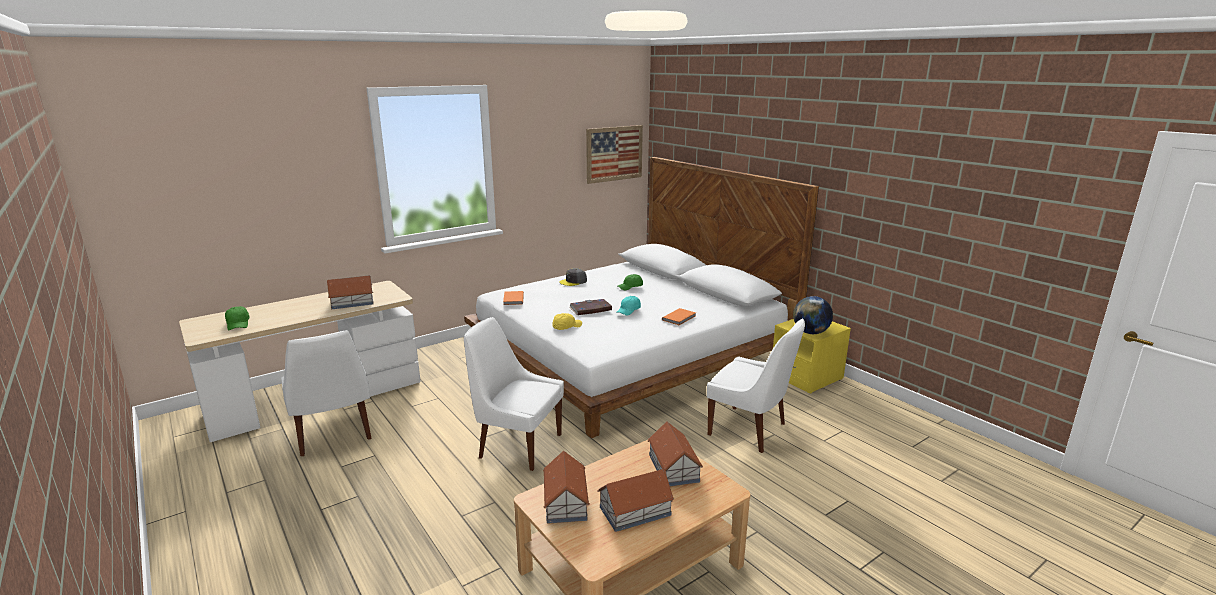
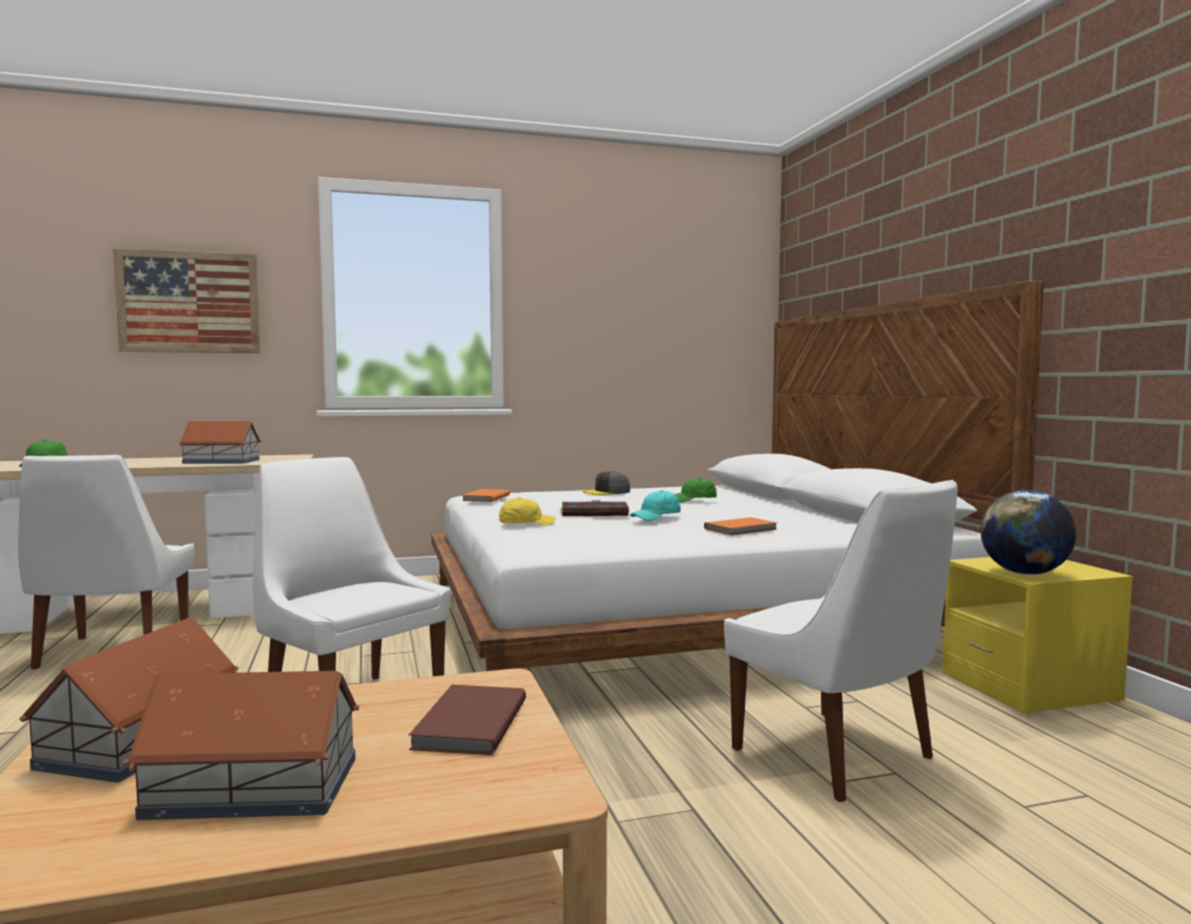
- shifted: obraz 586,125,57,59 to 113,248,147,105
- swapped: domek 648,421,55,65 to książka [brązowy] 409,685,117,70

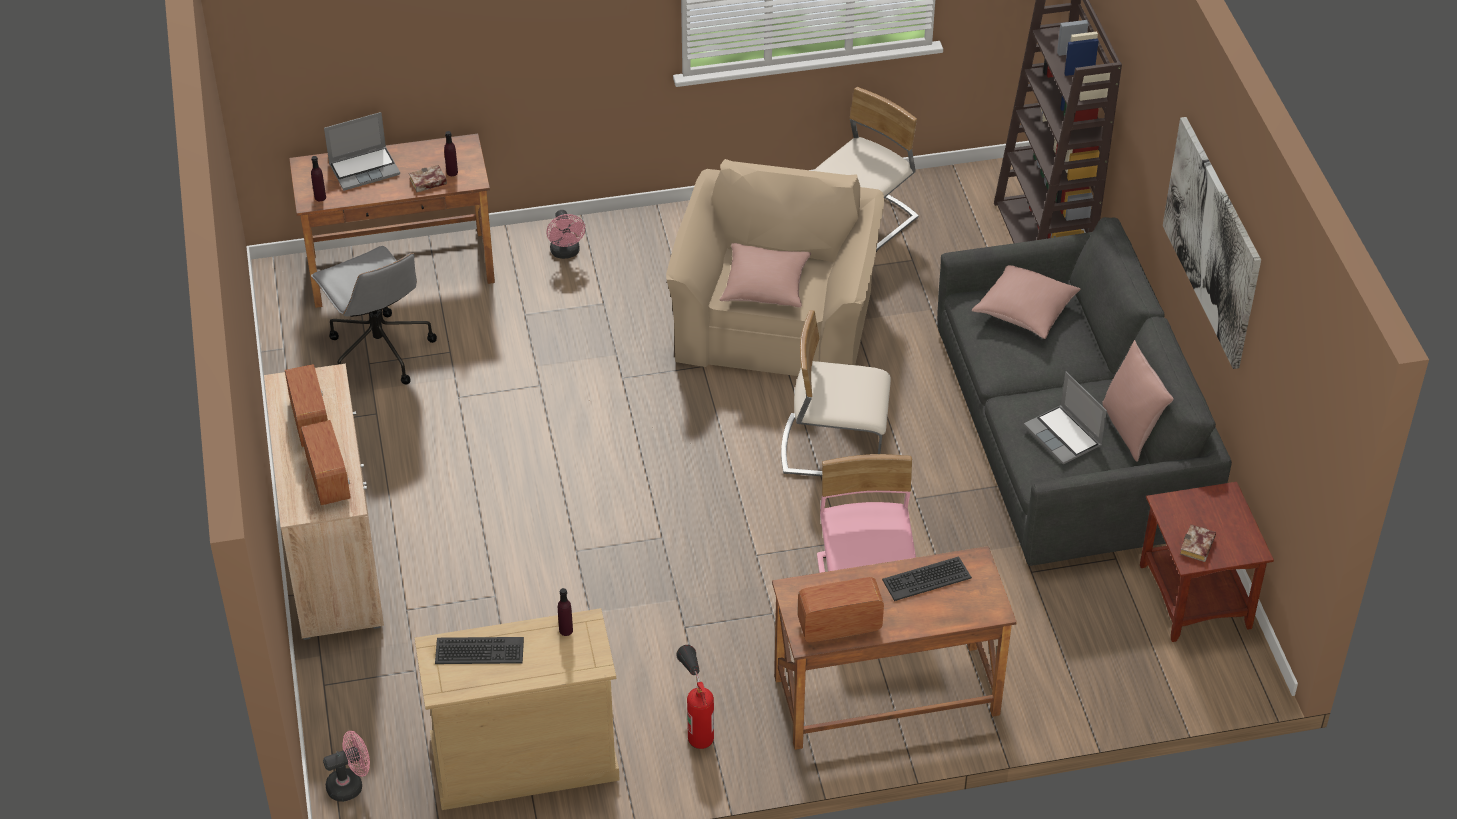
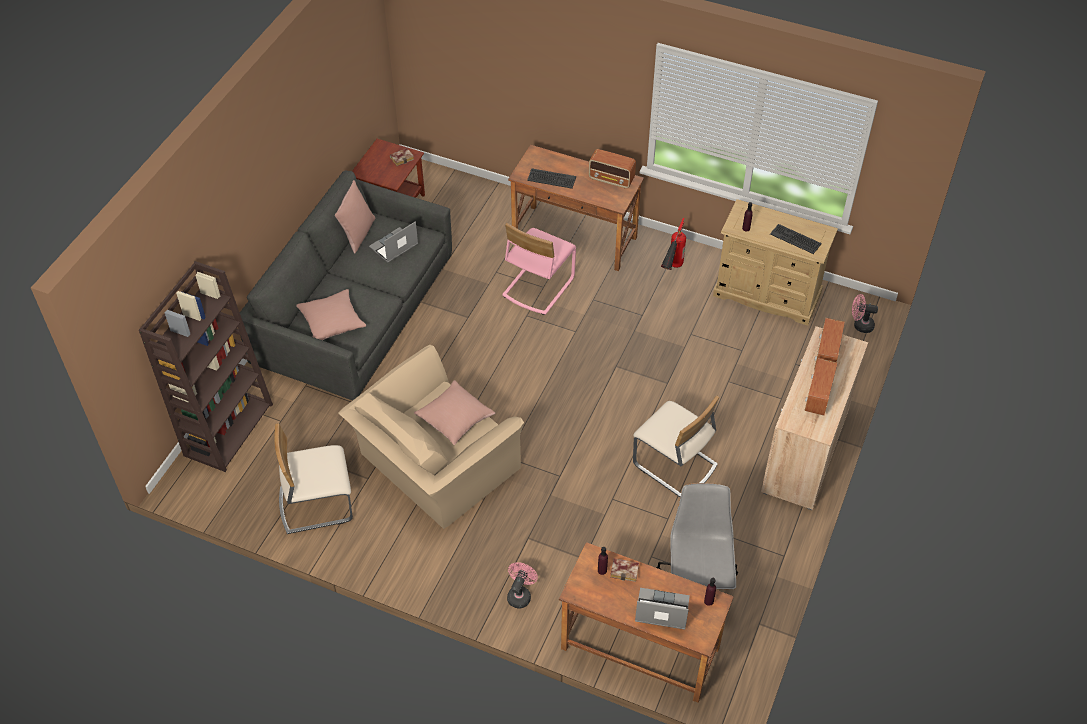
- gone: obraz 1163,117,98,252
- shifted: krzesło [beżowy] 781,310,110,166 to 633,395,86,102
- rotated: laptop 1024,372,83,92 = 369,221,49,42 135 degrees counterclockwise

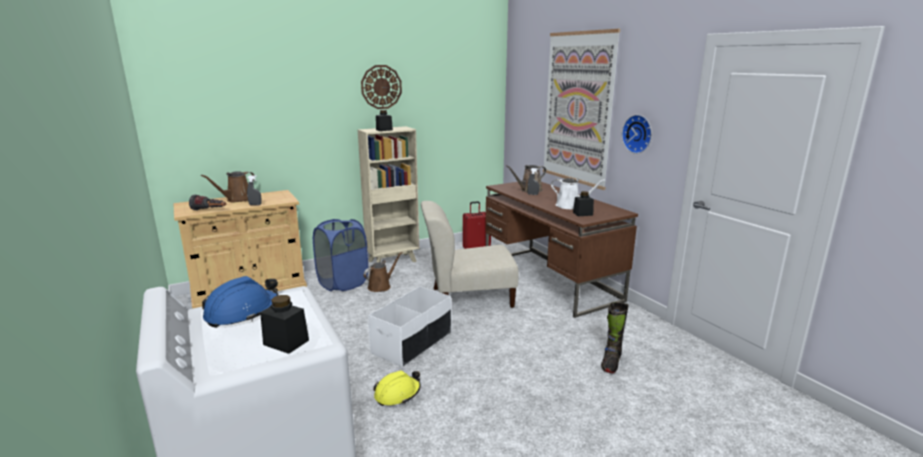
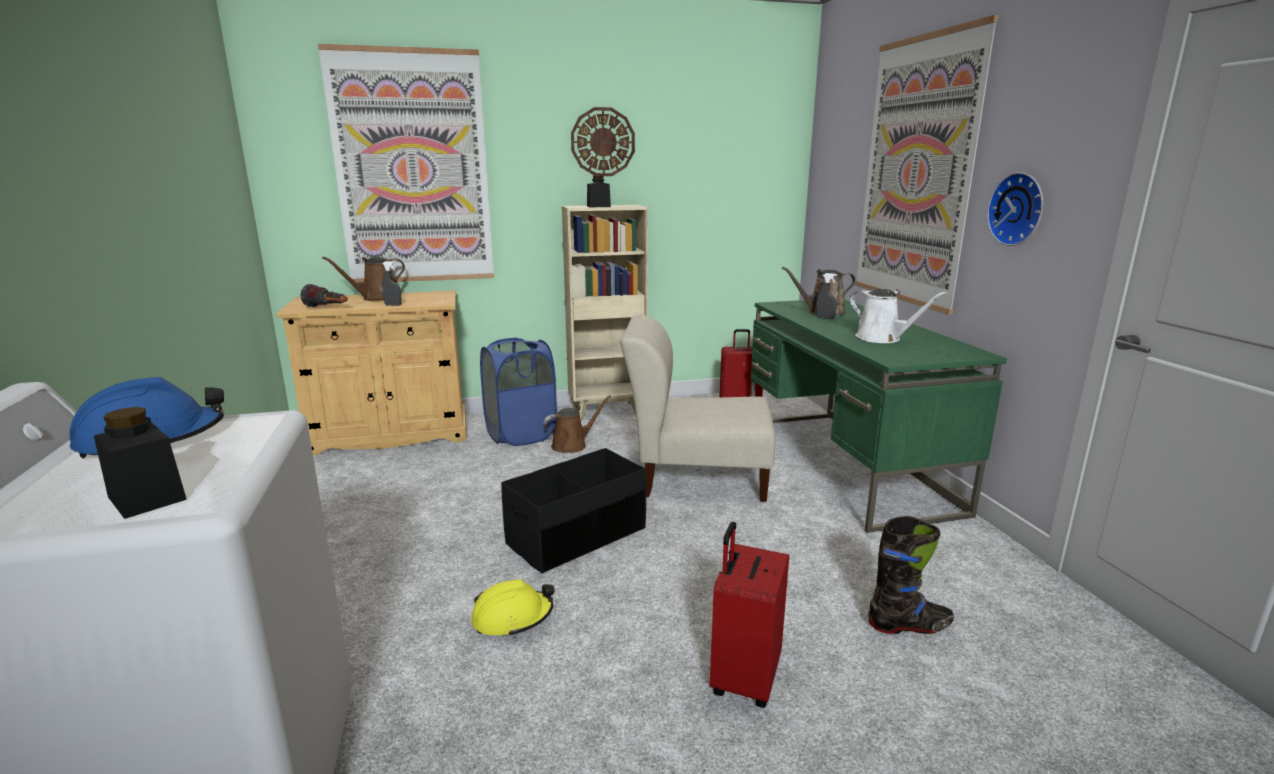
- repainted: biurko [brązowy] 485,182,153,136 to biurko [zielony] 750,299,257,234
- gone: słoik [czarny] 573,191,21,25
- repainted: pojemnik do przechowywania [biały] 368,286,84,81 to pojemnik do przechowywania [czarny] 501,448,145,125
- rotated: but z cholewką [czarny] 601,302,28,71 = 868,516,86,118 135 degrees counterclockwise
- new: obraz 318,44,176,238
- new: walizka [czerwony] 710,522,79,186

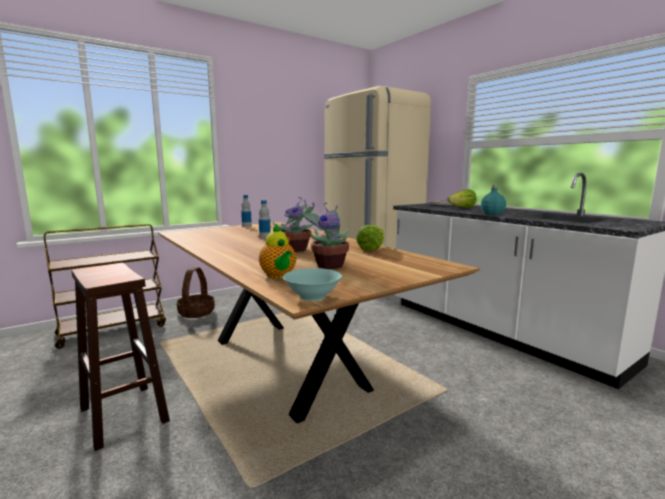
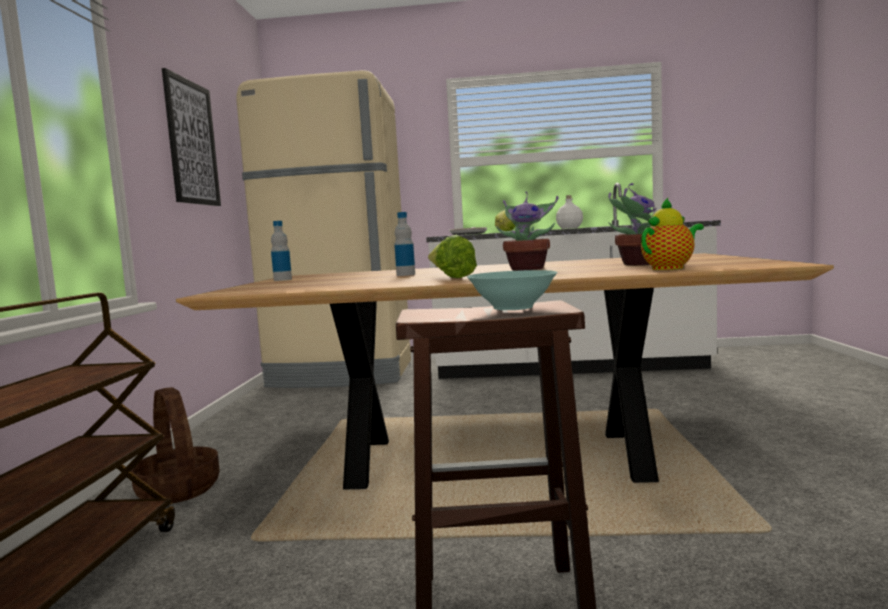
- repainted: butelka [turkusowy] 481,185,25,30 to butelka [biały] 556,195,27,34
- rotated: imbryk 259,223,37,56 = 641,198,63,72 45 degrees counterclockwise
- shifted: sałata 356,225,28,26 to 428,235,49,43
- shifted: miska [turkusowy] 283,268,59,33 to 467,270,91,40
- new: obraz 162,68,59,138

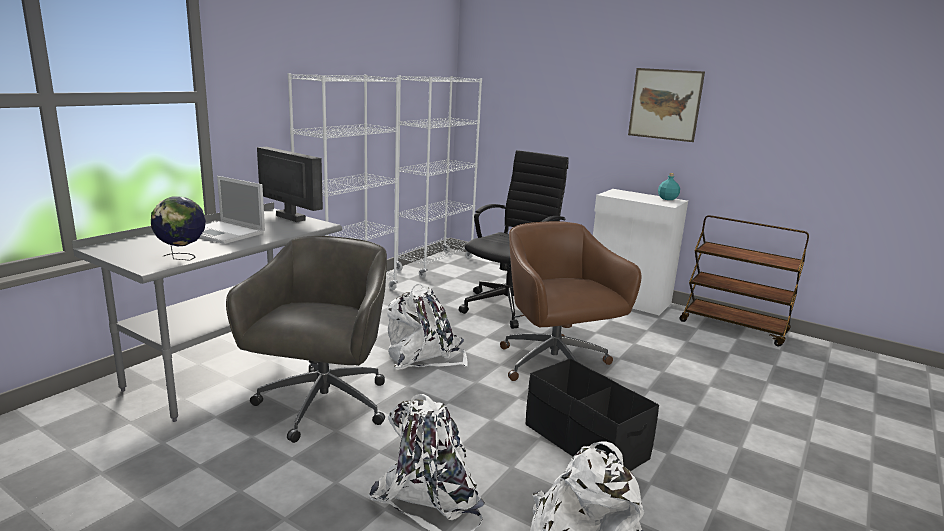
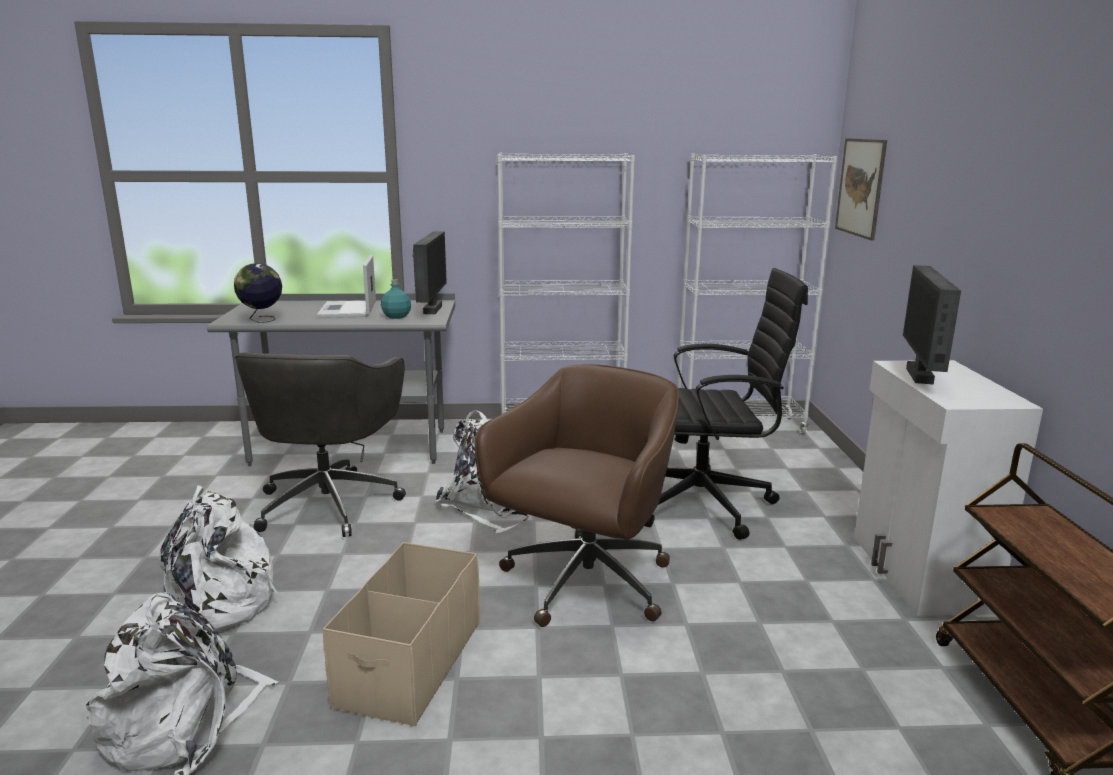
- shifted: obraz 628,68,77,74 to 835,138,52,102
- shifted: butelka [turkusowy] 658,173,22,27 to 381,279,30,40
- rotated: krzesło biurowe [szary] 226,236,161,207 = 235,352,171,185 120 degrees clockwise
- repainted: pojemnik do przechowywania [czarny] 525,358,134,113 to pojemnik do przechowywania [beżowy] 323,542,157,184
- new: monitor 903,265,58,119

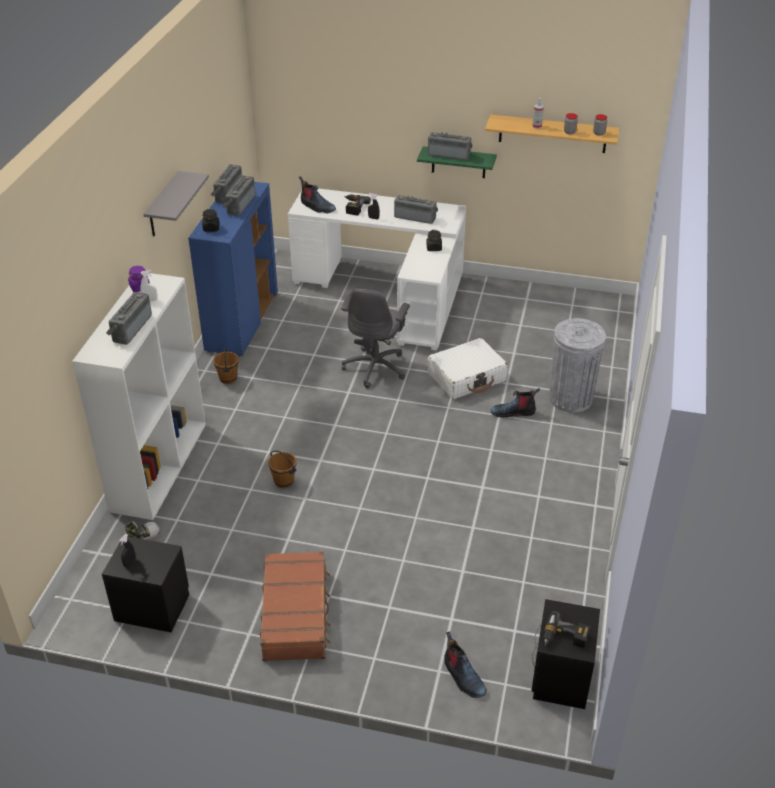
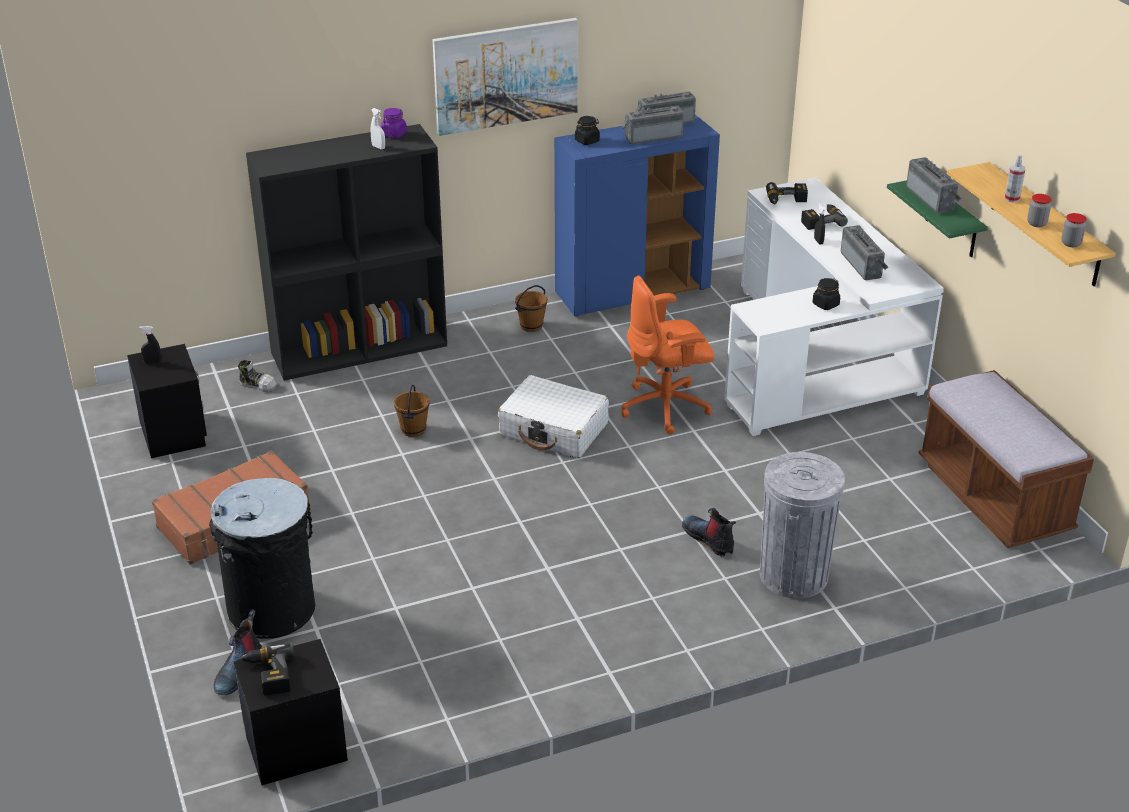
- swapped: półka [szary] 143,171,66,66 to obraz 433,18,145,118
- swapped: but z cholewką 299,176,37,38 to wiertarka 766,182,42,22
- repainted: regał [biały] 72,273,134,247 to regał [czarny] 246,124,201,257
- repainted: krzesło biurowe [szary] 341,289,69,100 to krzesło biurowe [pomarańczowy] 621,276,93,159
- gone: radio 106,292,46,53
- shifted: walizka [biały] 428,338,80,61 to 498,375,111,83
- new: ławka [brązowy] 919,370,175,178
- new: kosz na śmieci [czarny] 209,478,106,161

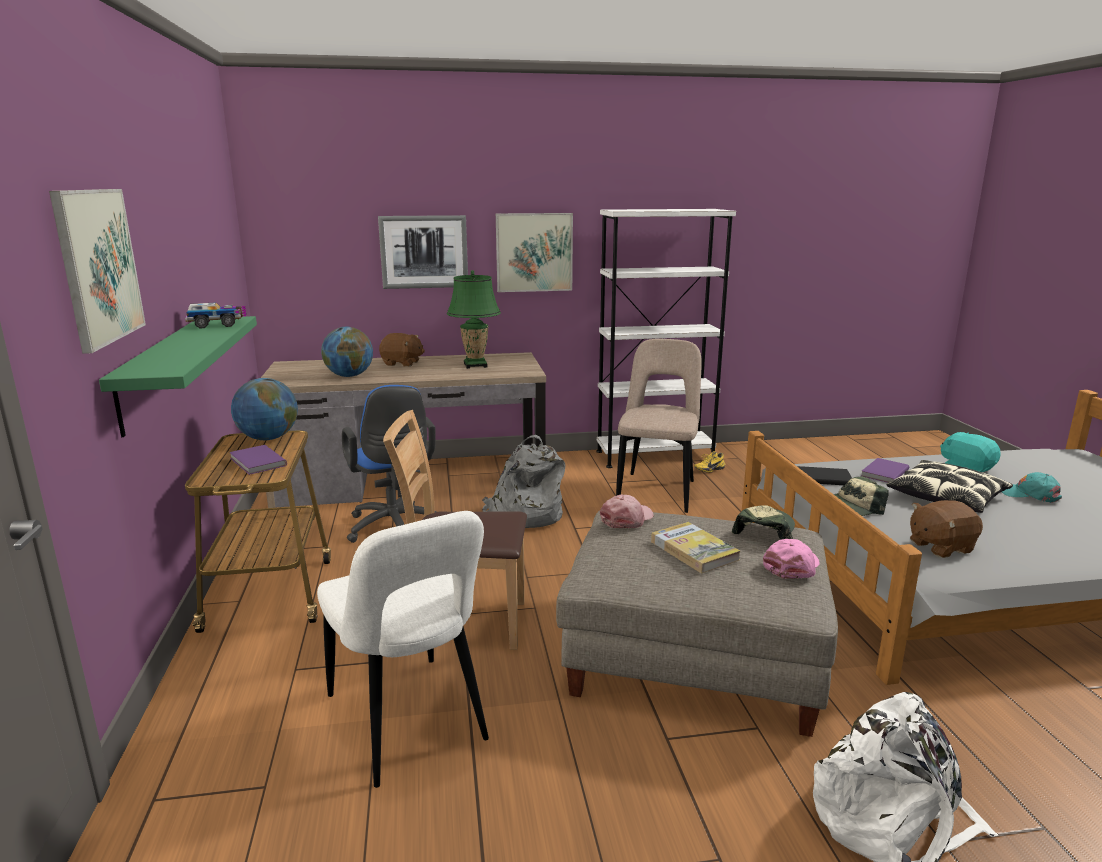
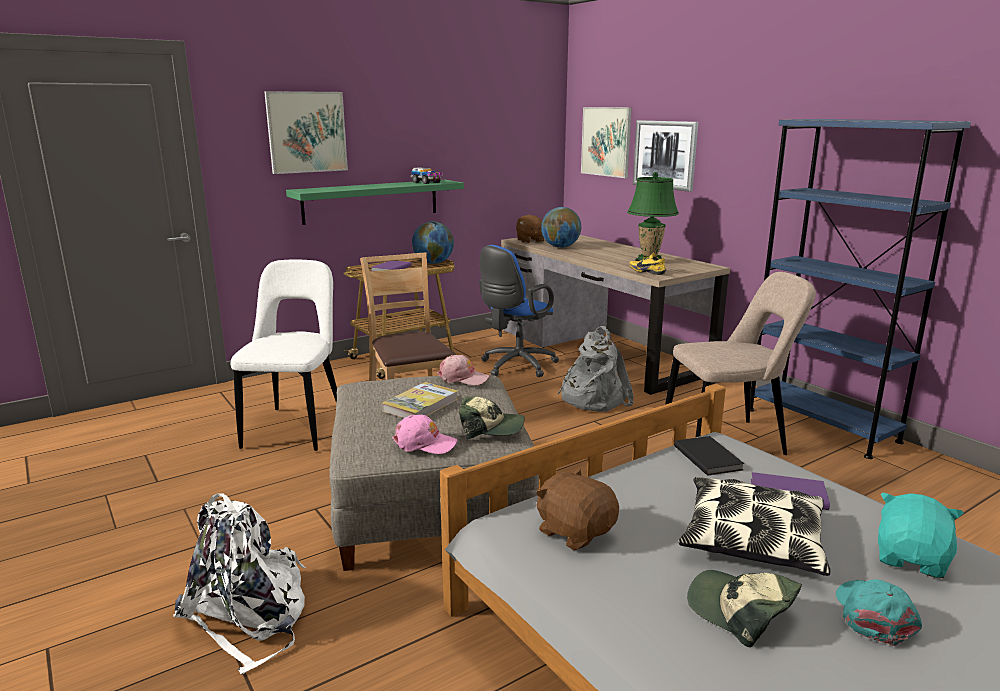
- repainted: regał [biały] 596,209,140,259 to regał [niebieski] 750,119,221,340
- shifted: obraz 496,213,77,79 to 581,107,51,71
- shifted: pluszak [brązowy] 379,333,46,34 to 516,215,28,28
- shifted: but [żółty] 694,451,31,22 to 629,253,38,22
- shifted: czapka z daszkiem 834,476,55,40 to 687,570,115,78
- rotated: krzesło [biały] 317,511,172,277 = 230,260,107,191 150 degrees clockwise

